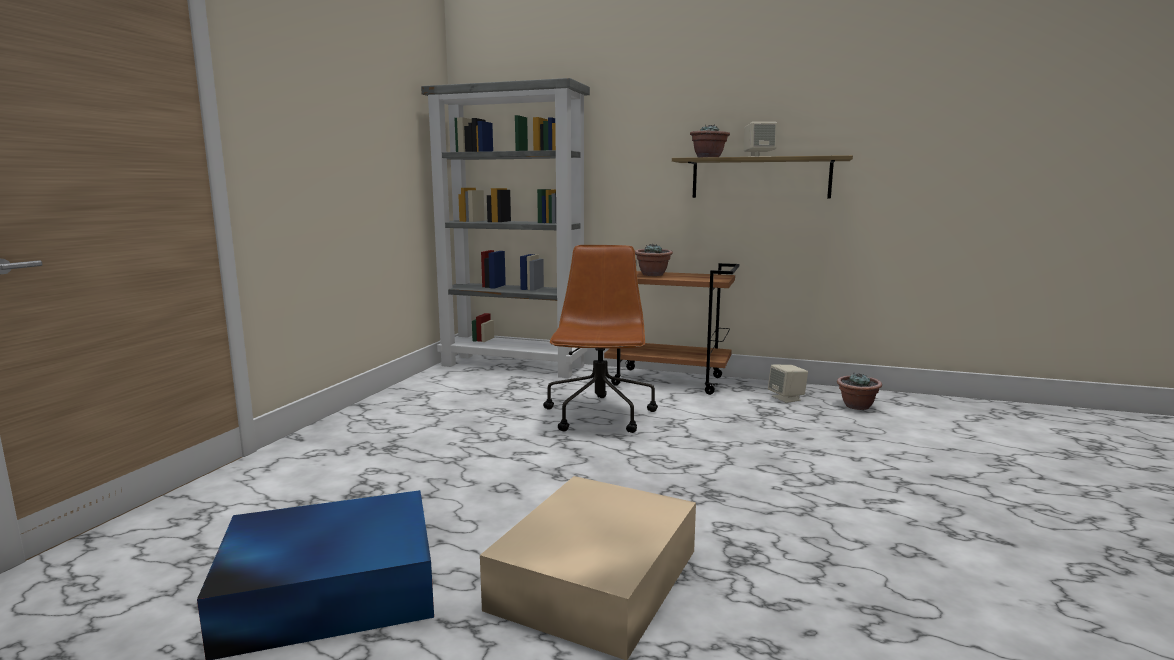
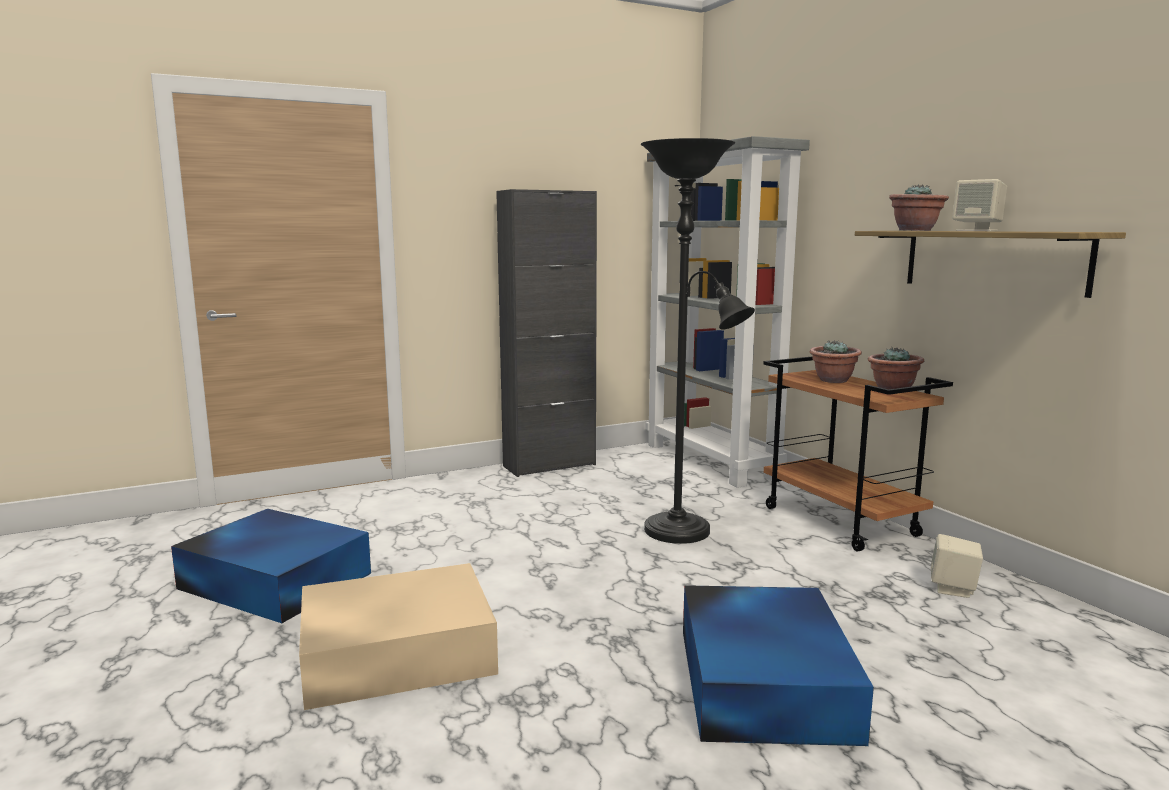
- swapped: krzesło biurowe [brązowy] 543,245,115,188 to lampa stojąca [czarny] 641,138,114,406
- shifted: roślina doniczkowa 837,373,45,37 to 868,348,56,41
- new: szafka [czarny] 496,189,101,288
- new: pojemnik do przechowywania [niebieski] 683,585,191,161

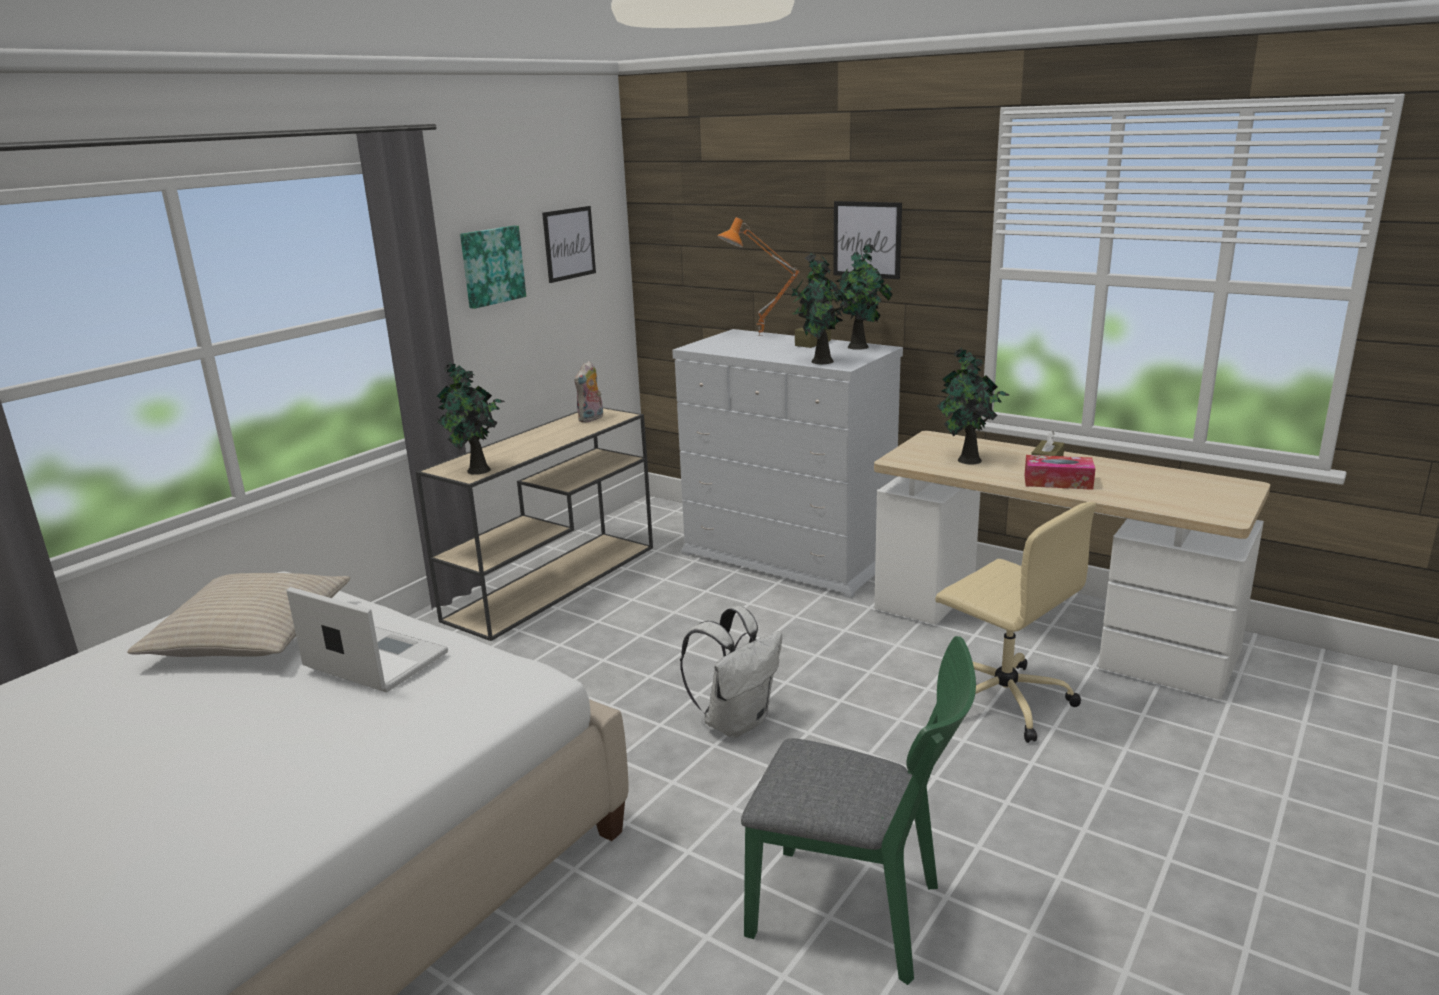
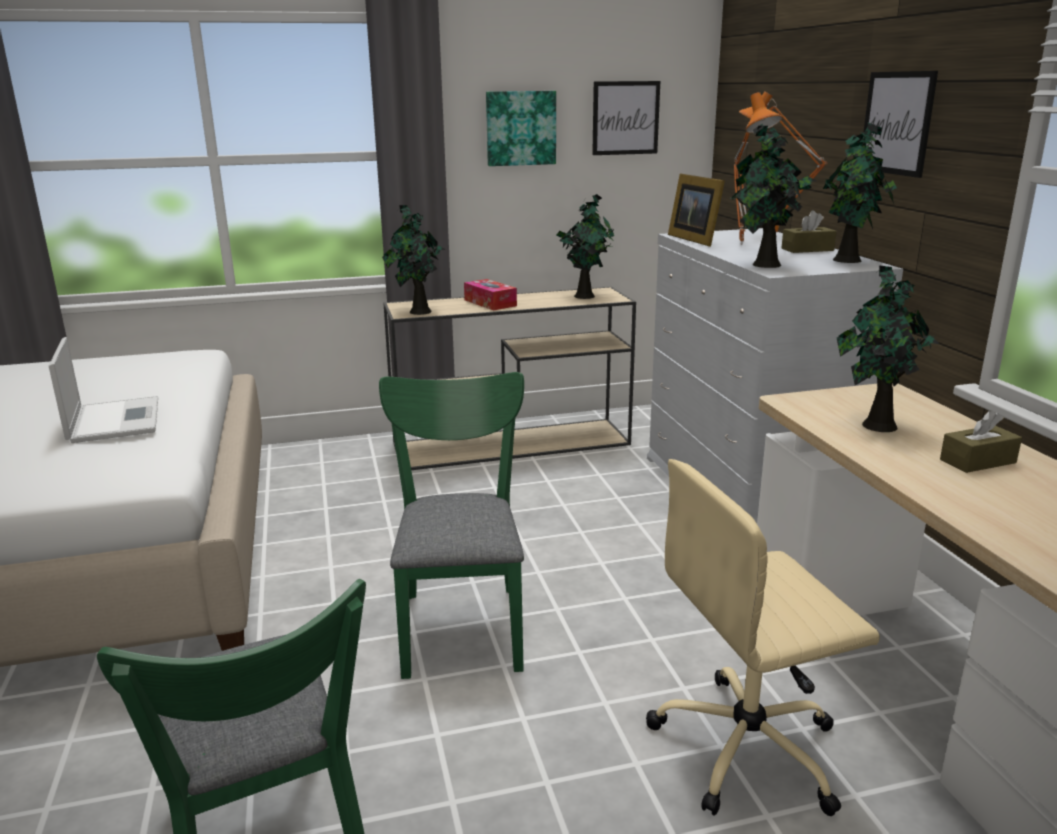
- swapped: pluszak 574,361,29,61 to roślina doniczkowa 556,194,58,105
- shifted: pudełko chusteczek 1025,455,70,35 to 464,279,53,31
- rotated: krzesło biurowe [beżowy] 935,502,161,241 = 646,459,234,357 75 degrees clockwise
- gone: poduszka [beżowy] 127,573,223,84
- swapped: plecak [biały] 680,606,102,132 to krzesło [zielony] 379,372,145,307
- new: lampa stołowa [pomarańczowy] 734,92,48,153
- new: ramka na zdjęcie 668,173,57,74

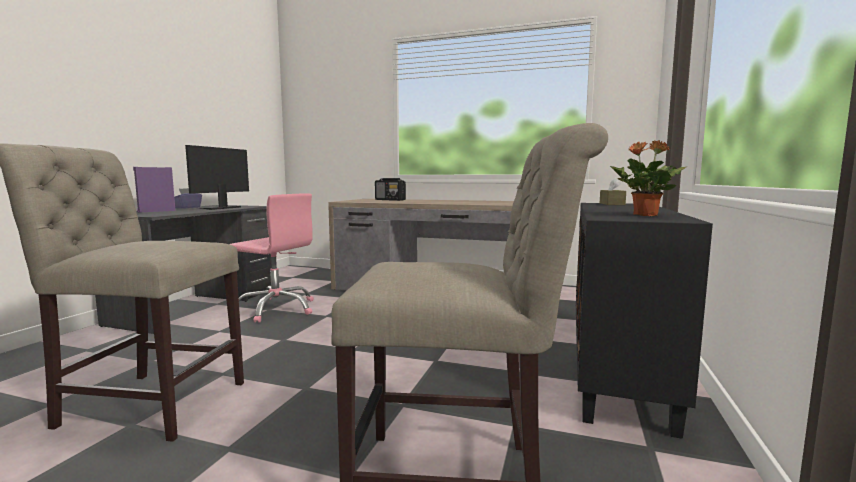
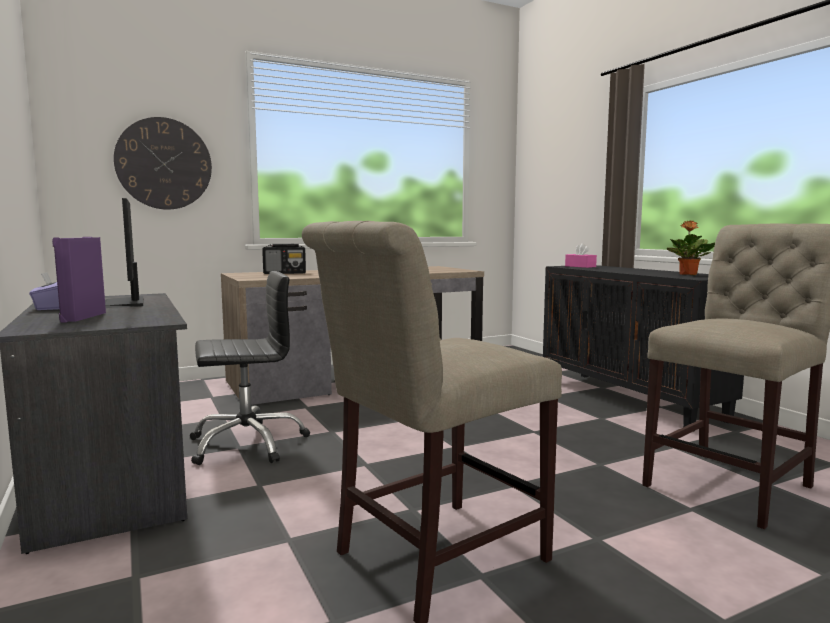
- repainted: pudełko chusteczek [brązowy] 600,177,26,28 to pudełko chusteczek [różowy] 565,243,32,25
- repainted: krzesło biurowe [różowy] 230,194,84,129 to krzesło biurowe [czarny] 190,271,120,194
- new: zegar ścienny 114,117,98,93

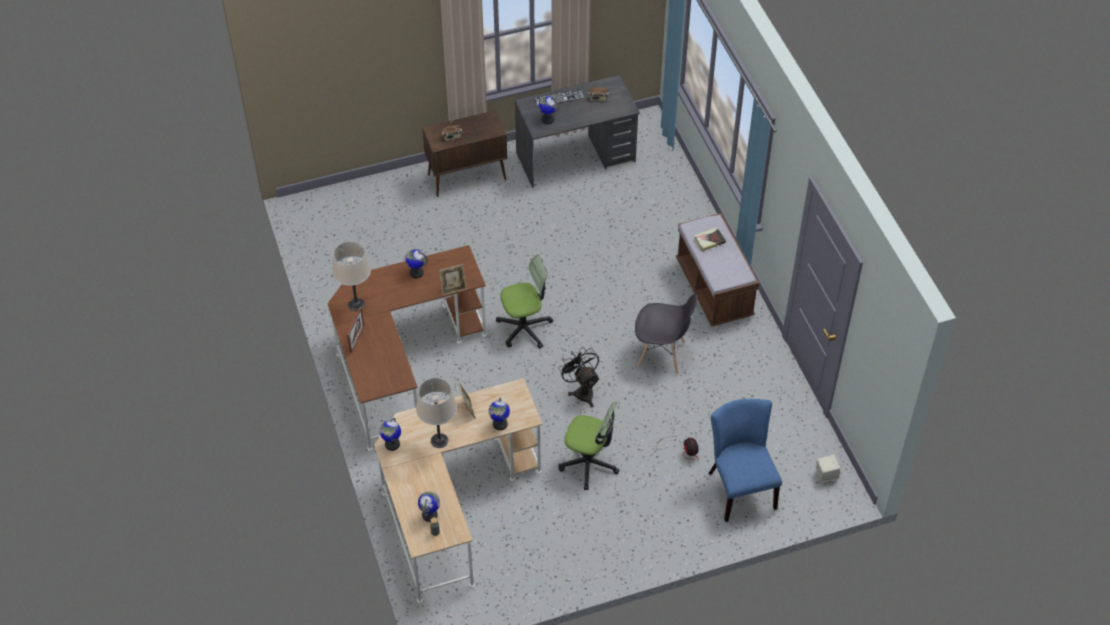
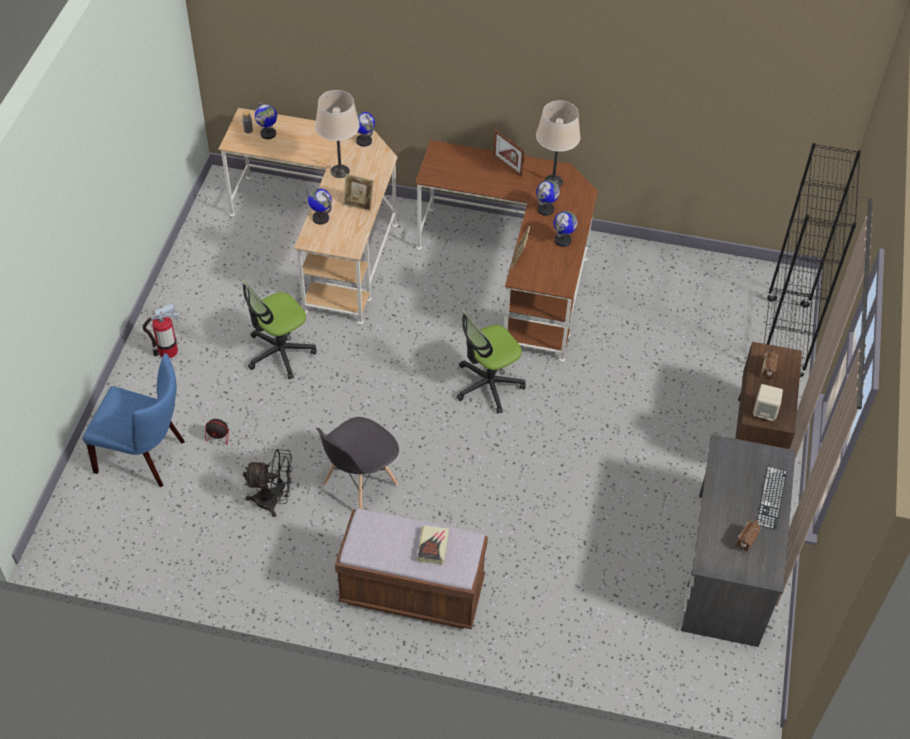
- shifted: globus 539,96,20,28 to 536,180,24,36
- rotated: krzesło biurowe 496,254,57,95 = 456,309,70,105 45 degrees clockwise
- shifted: wentylator [czarny] 558,347,41,60 to 243,449,50,68
- shifted: głośnik [beżowy] 816,454,24,29 to 753,384,30,37
- new: regał [czarny] 764,143,97,234
- new: gaśnica 143,303,36,55

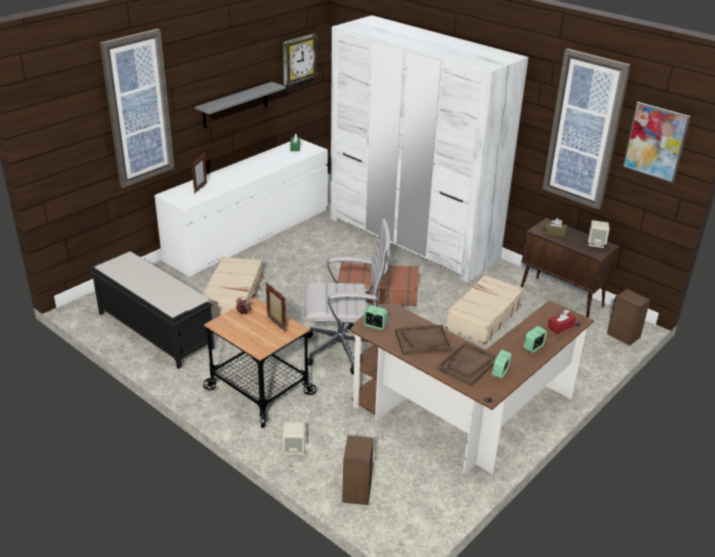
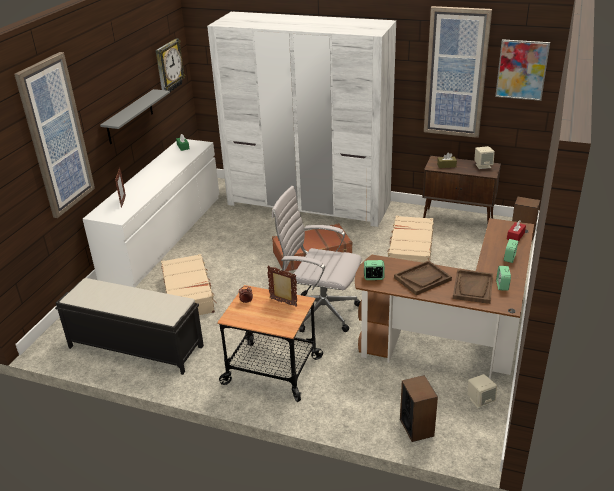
- rotated: krzesło biurowe [biały] 305,219,86,156 = 272,186,90,146 135 degrees counterclockwise
- shifted: głośnik [beżowy] 282,422,23,33 to 468,374,29,35

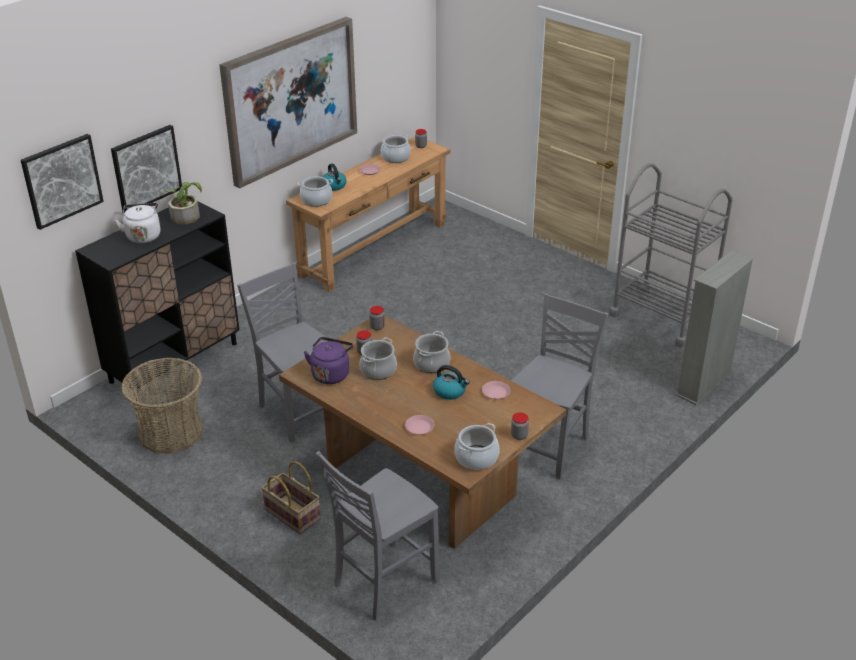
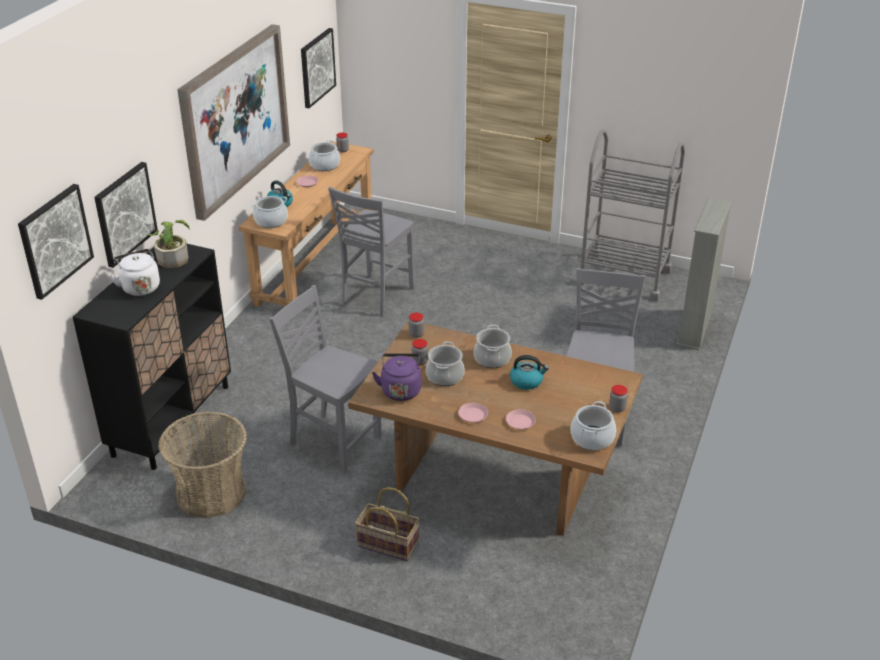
- shifted: talerz [różowy] 482,381,28,18 to 458,403,30,19
- shifted: krzesło [szary] 316,451,124,170 to 328,187,87,130
- new: obraz 301,28,35,80

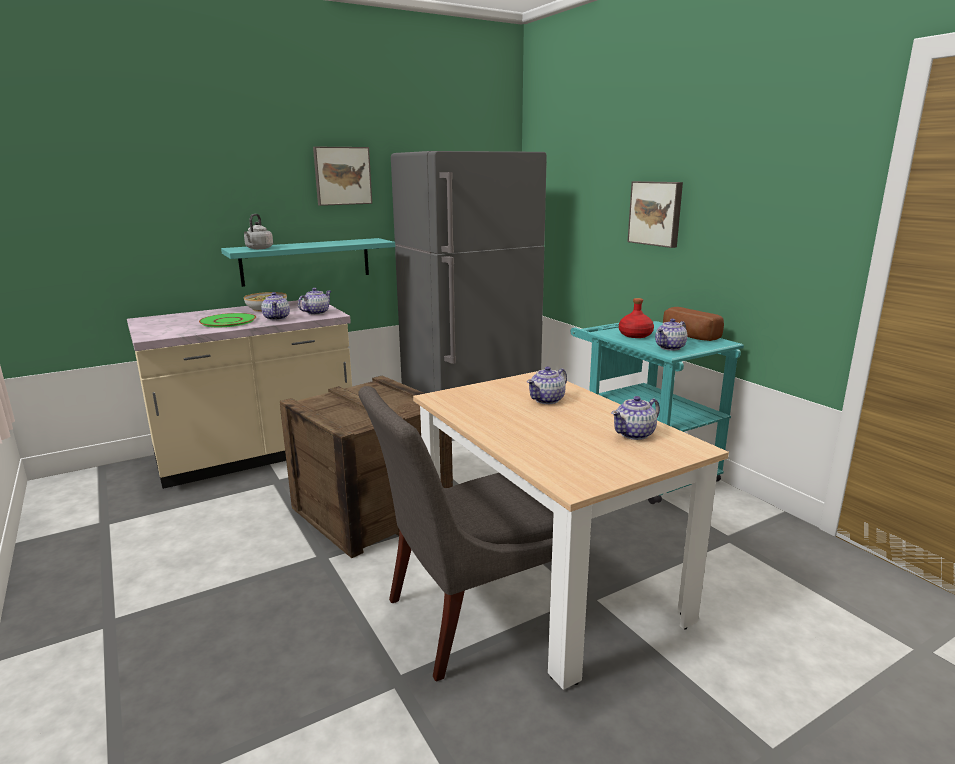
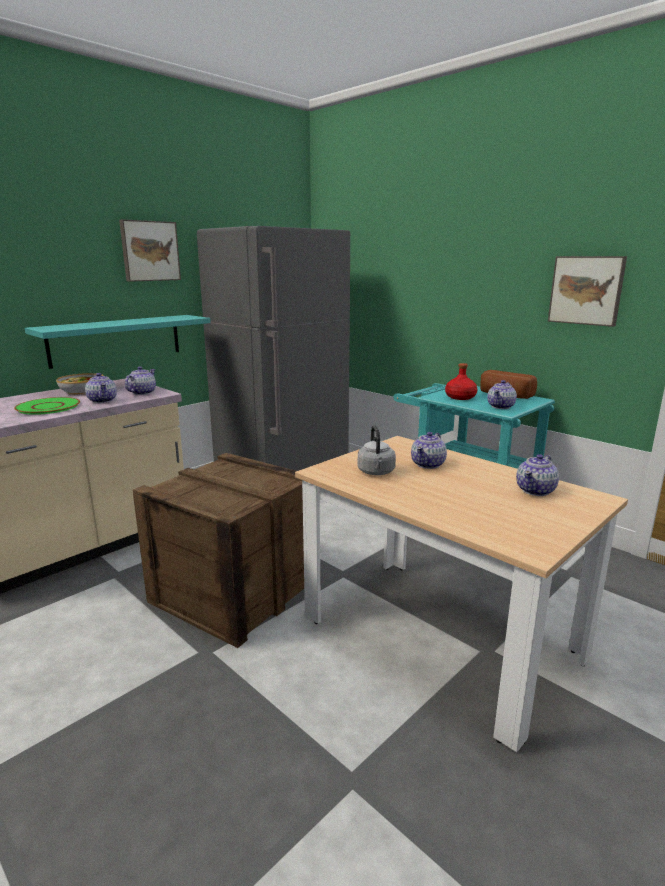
- shifted: obraz 627,181,56,67 to 548,256,79,71
- shifted: czajnik [szary] 244,214,29,35 to 358,425,38,50
- gone: krzesło [szary] 358,386,196,295

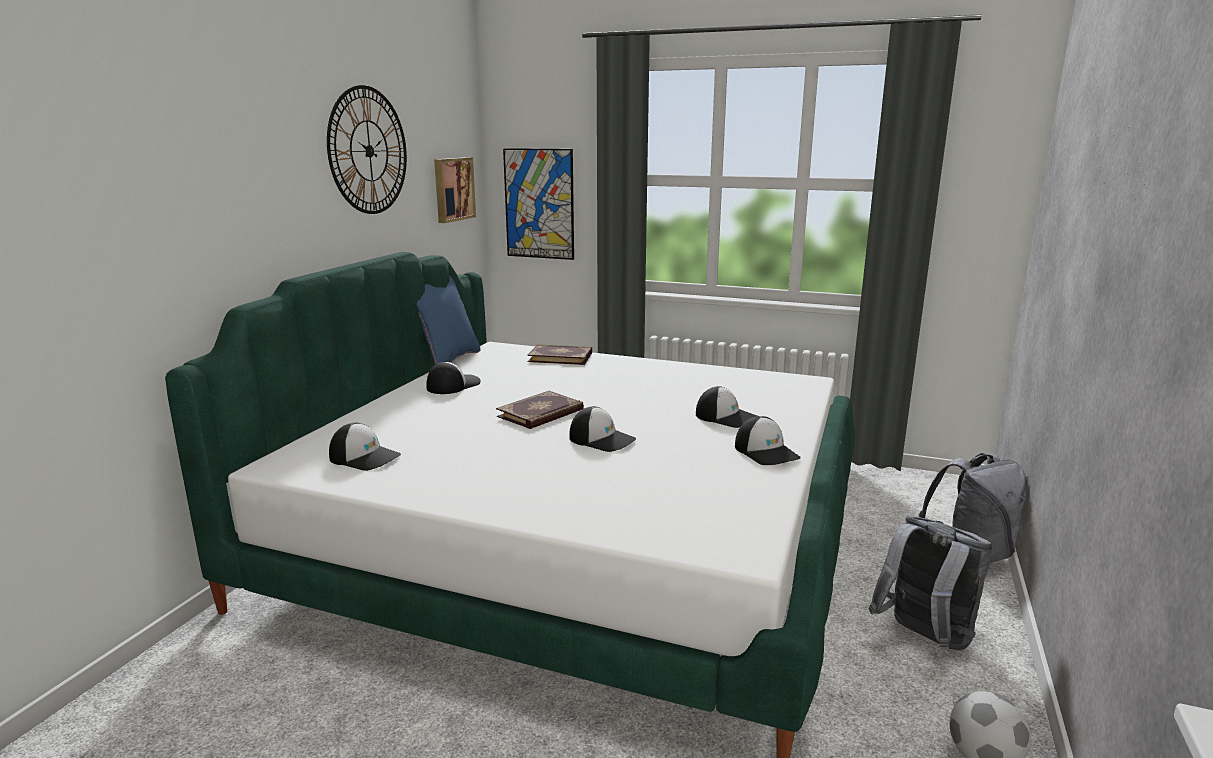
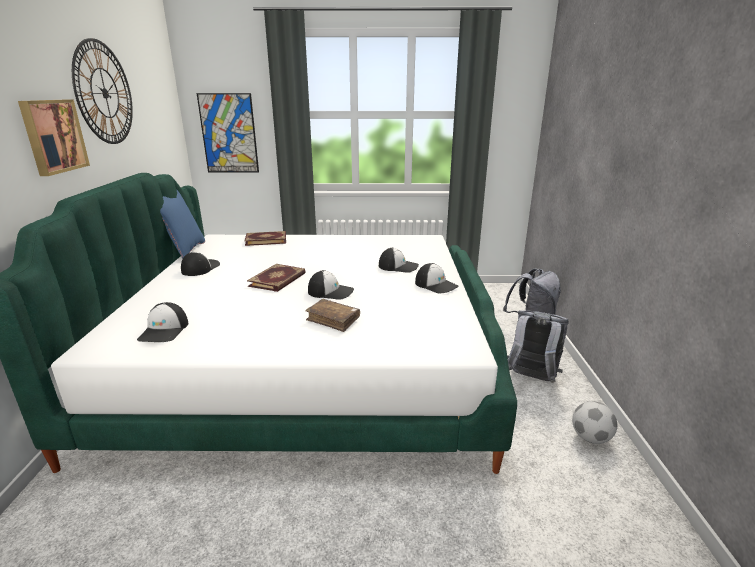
- shifted: obraz 434,157,42,66 to 18,99,72,77
- rotated: czapka z daszkiem 329,423,72,48 = 137,302,51,40 90 degrees clockwise
- new: książka [brązowy] 305,299,55,33

